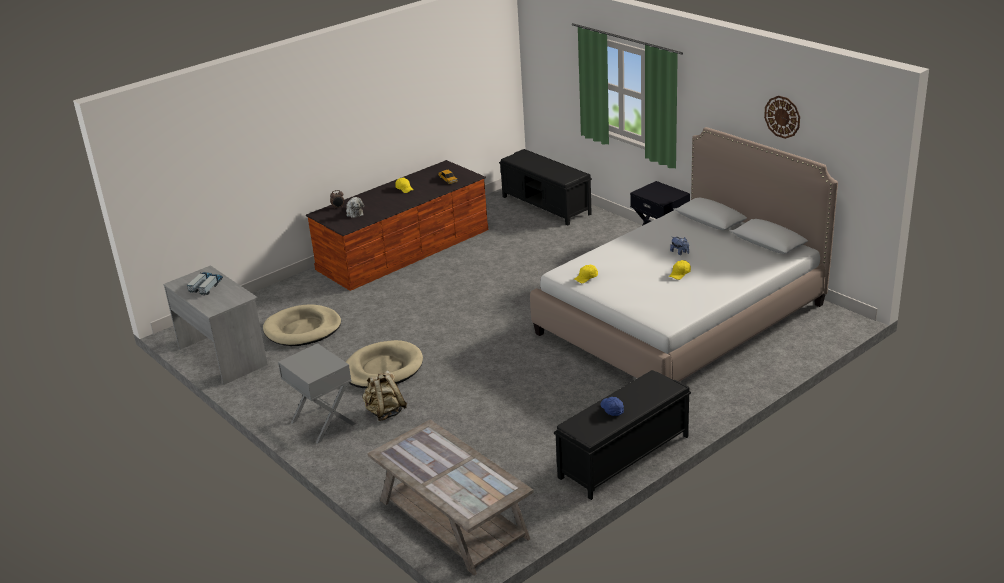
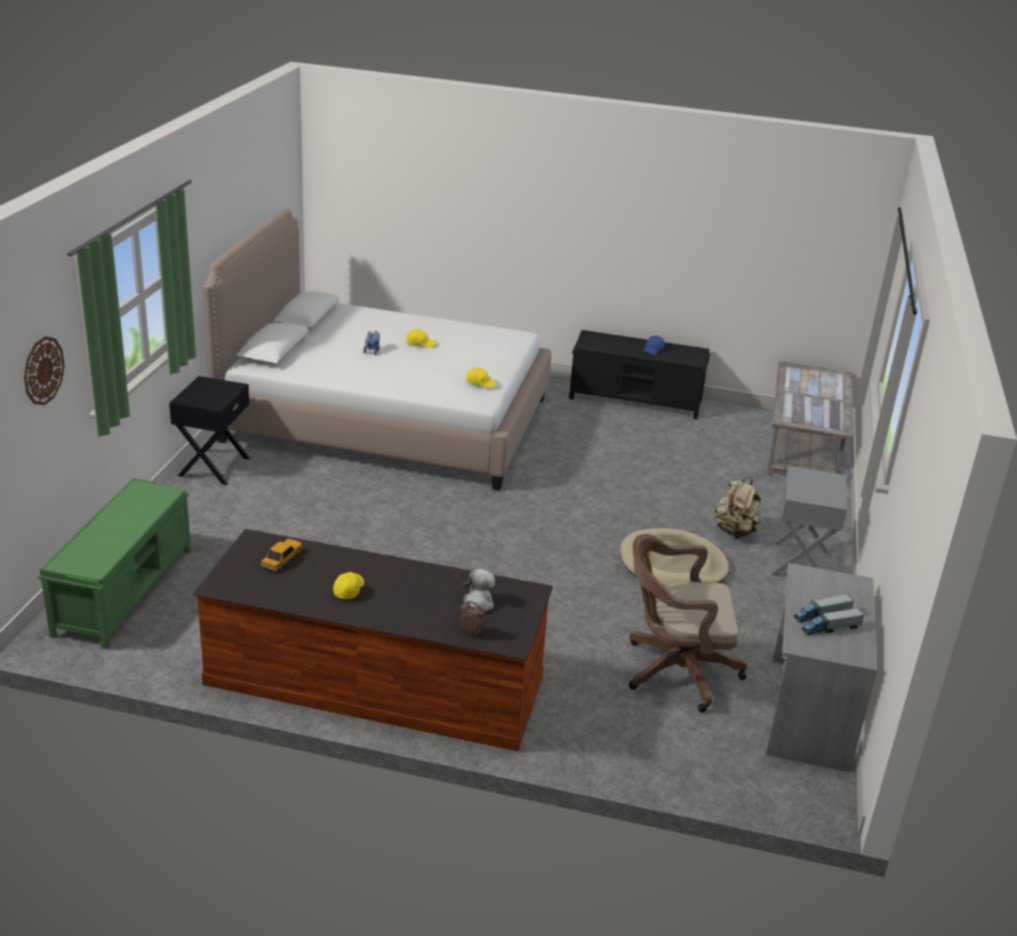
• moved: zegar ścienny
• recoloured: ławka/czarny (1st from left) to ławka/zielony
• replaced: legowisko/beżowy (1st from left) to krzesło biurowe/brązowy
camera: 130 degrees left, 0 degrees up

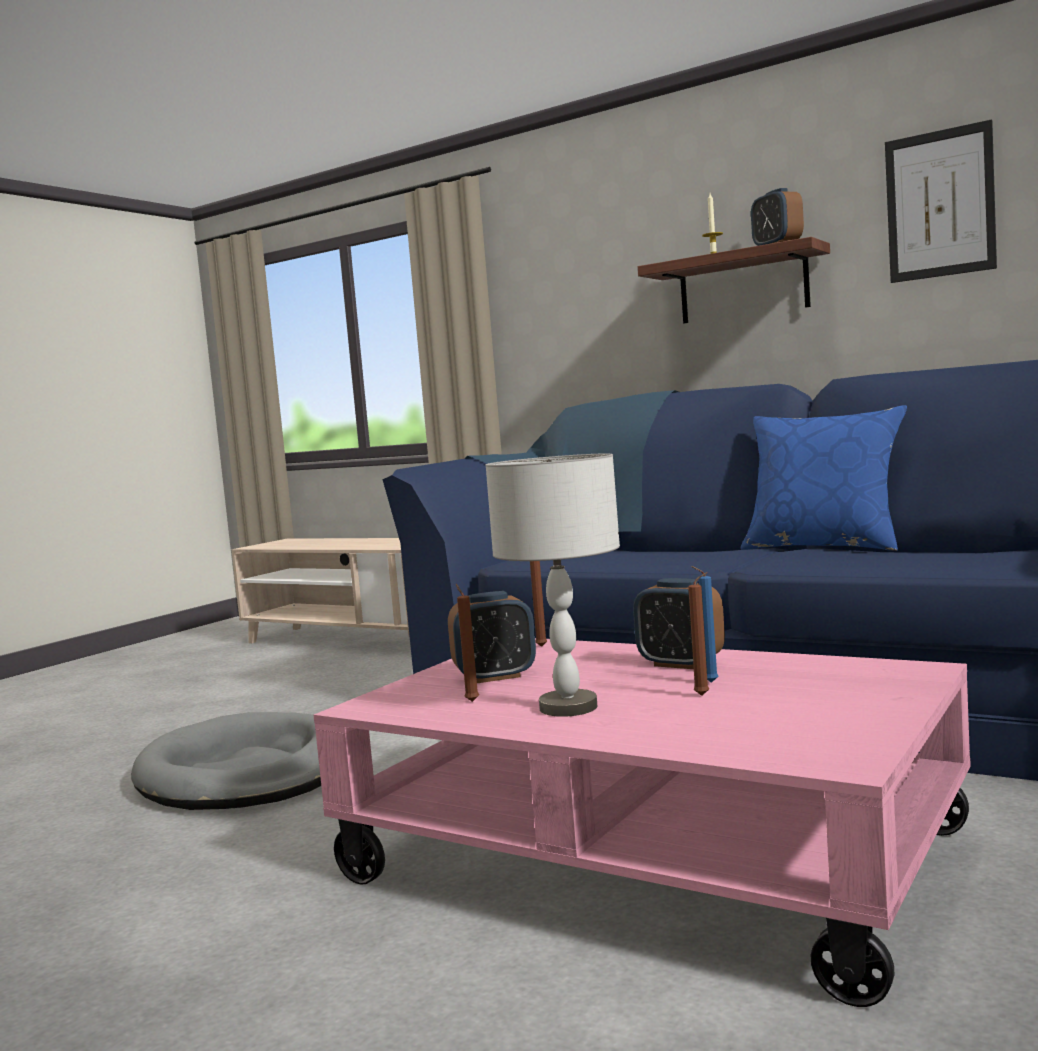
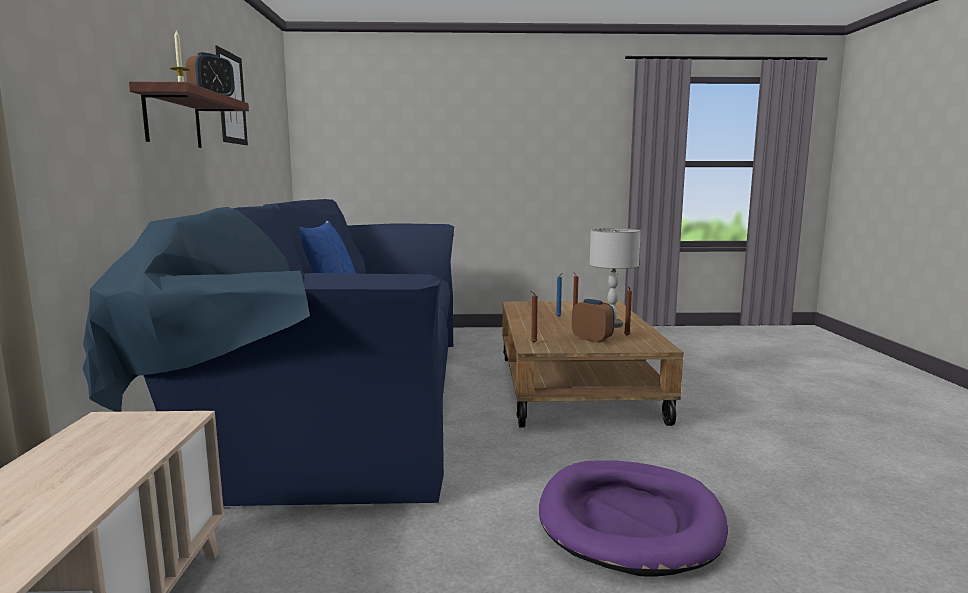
• recoloured: ława/różowy to ława/brązowy
• recoloured: legowisko/szary to legowisko/fioletowy
• removed: budzik (2nd from left)
camera: 125 degrees left, 5 degrees up

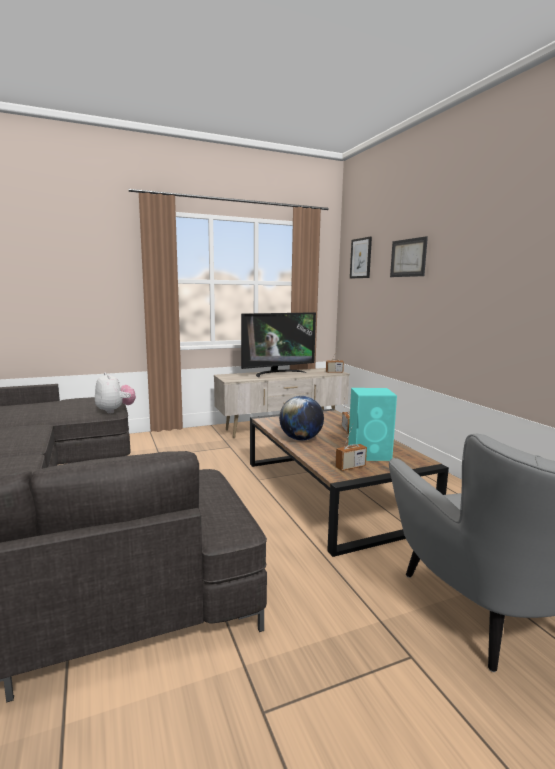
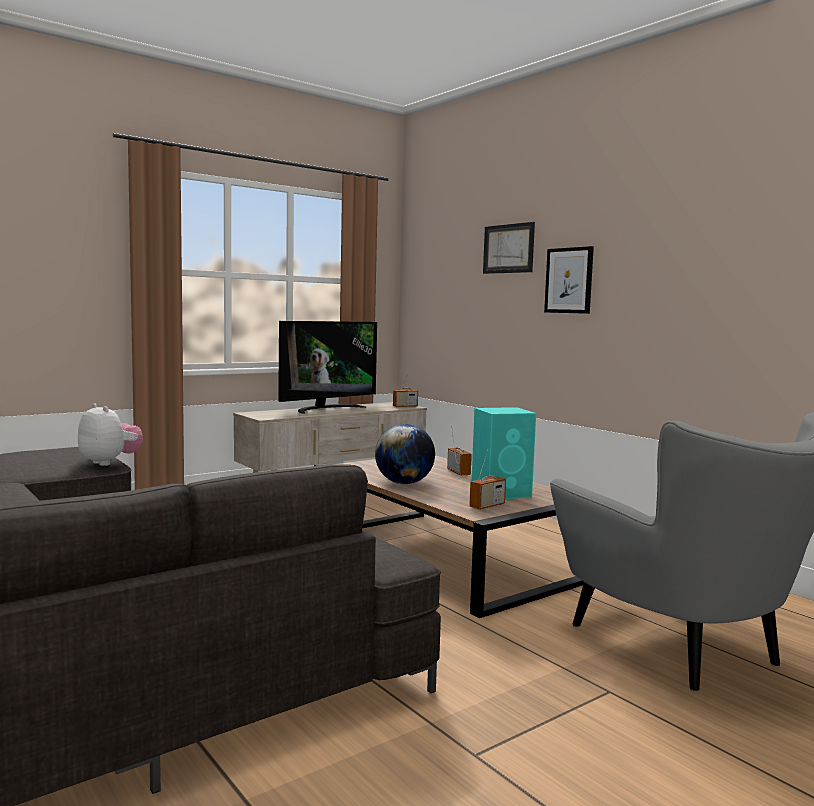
• moved: obraz (1st from left in the first image) to obraz (2nd from left)
camera: 15 degrees left, 5 degrees down

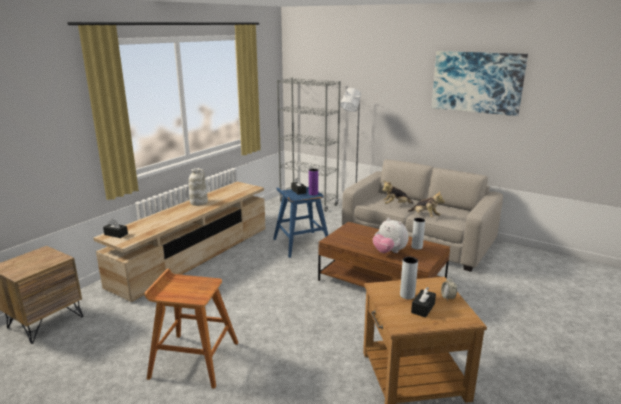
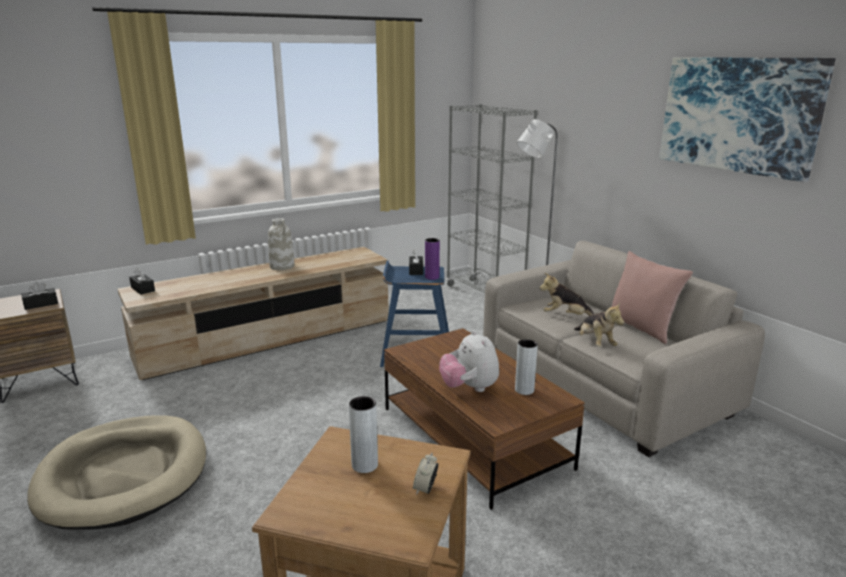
• moved: pudełko chusteczek/czarny (3rd from left in the first image) to pudełko chusteczek/czarny (1st from left)
• replaced: stołek/brązowy to legowisko/beżowy
• added: poduszka/różowy
camera: 25 degrees right, 0 degrees up

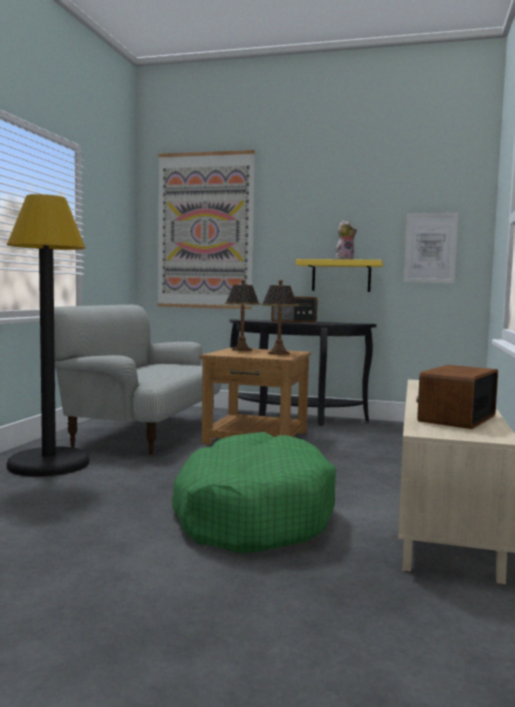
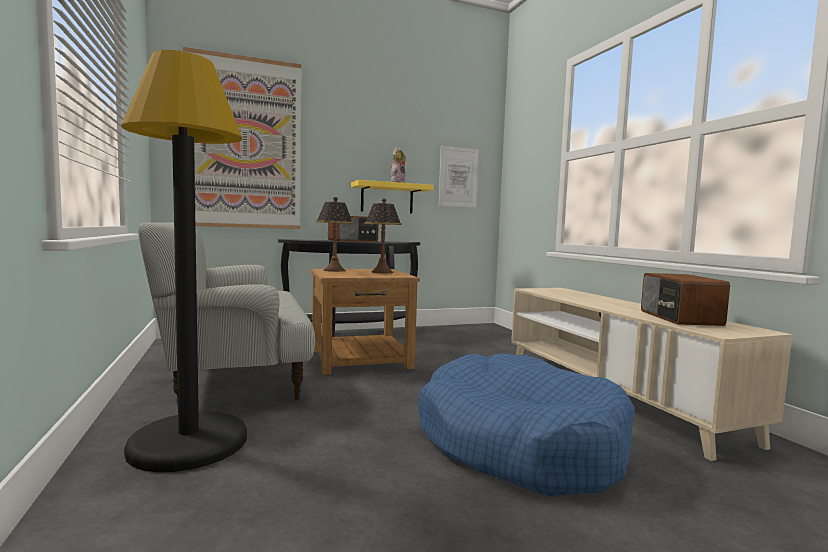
• recoloured: legowisko/zielony to legowisko/niebieski
camera: 35 degrees left, 0 degrees up

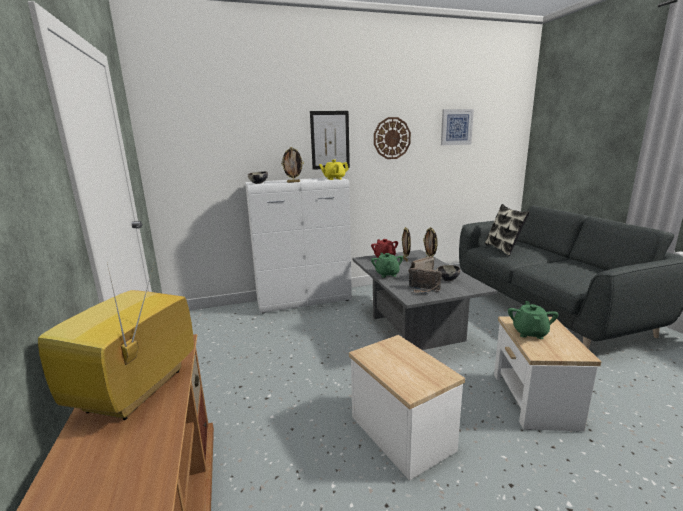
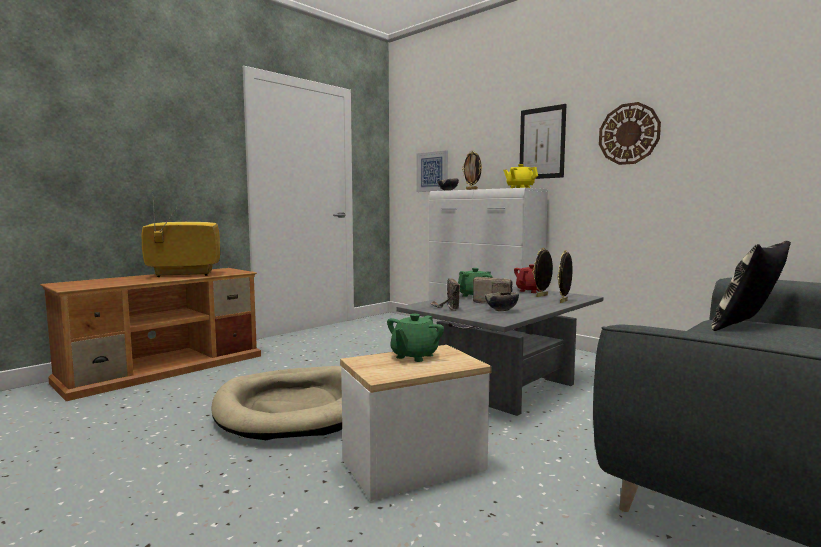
• replaced: stolik (1st from left) to legowisko/beżowy
• turned: imbryk/zielony (2nd from left in the first image) 135 degrees clockwise
• moved: obraz (2nd from left in the first image) to obraz (1st from left)
camera: 60 degrees right, 10 degrees down

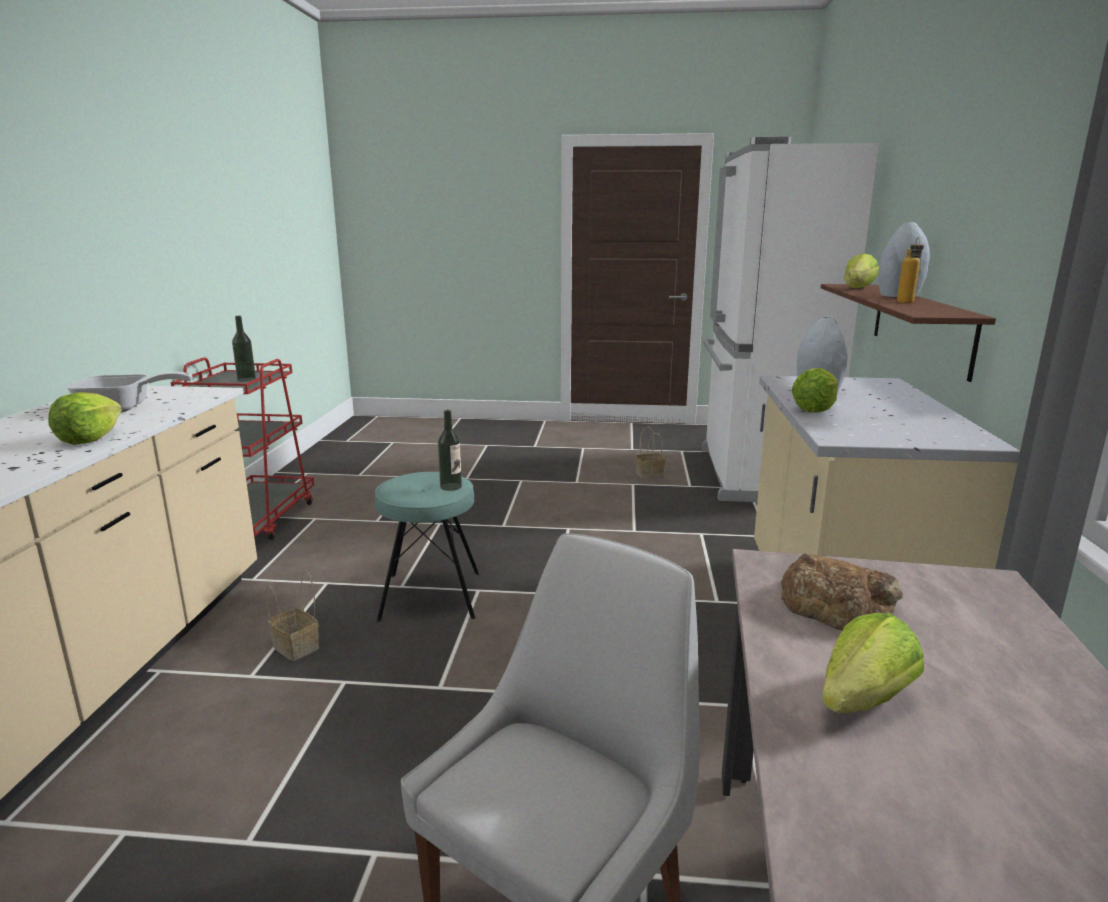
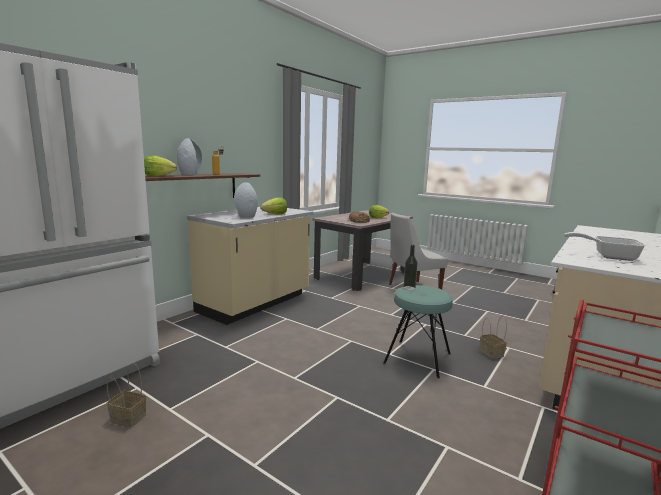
• removed: sałata (1st from left)
• removed: butelka (1st from left)
camera: 150 degrees left, 5 degrees down

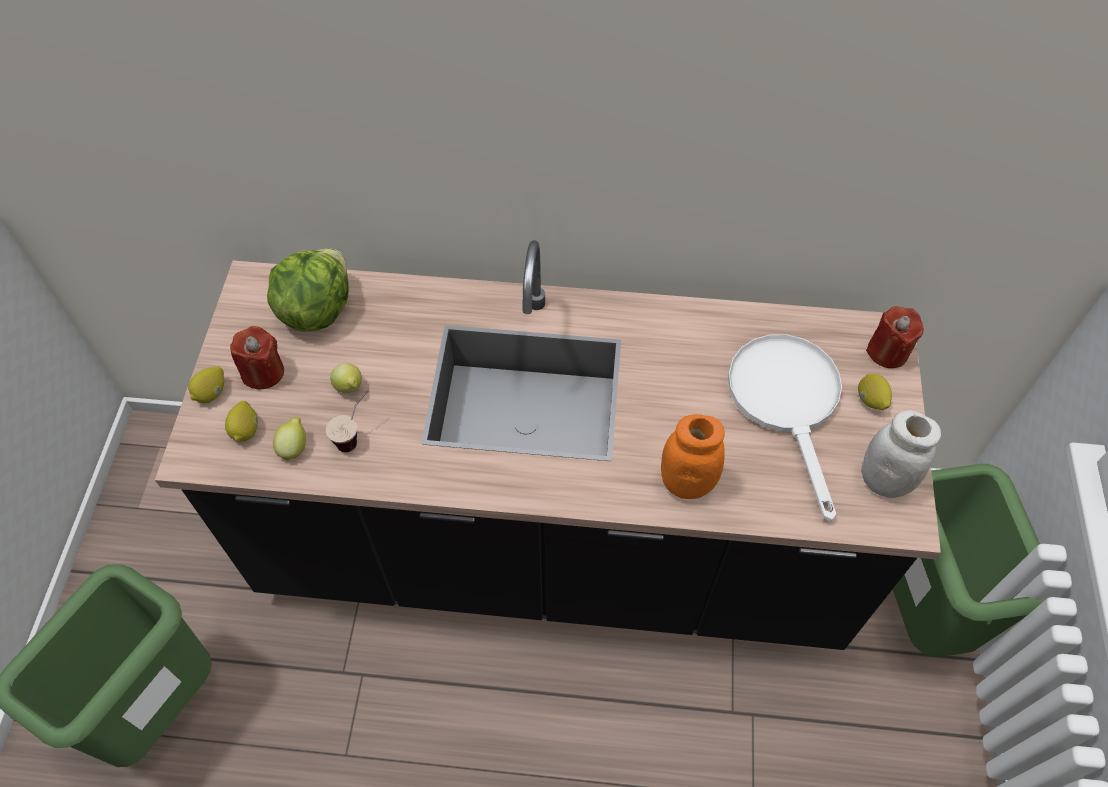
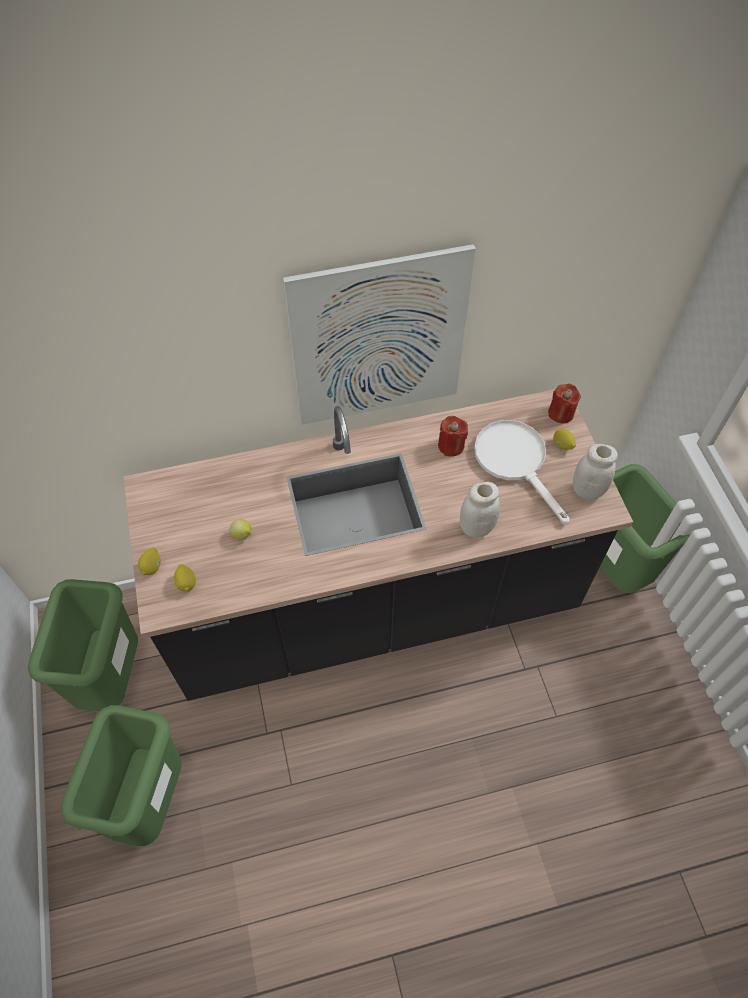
• added: kosz na śmieci/zielony (1st from left)
• added: obraz
• moved: świeca/czerwony (1st from left)
• recoloured: słoik/pomarańczowy to słoik/biały (1st from left)
• removed: sałata
• removed: cytryna (3rd from left)
• removed: filiżanka
camera: 20 degrees left, 0 degrees up

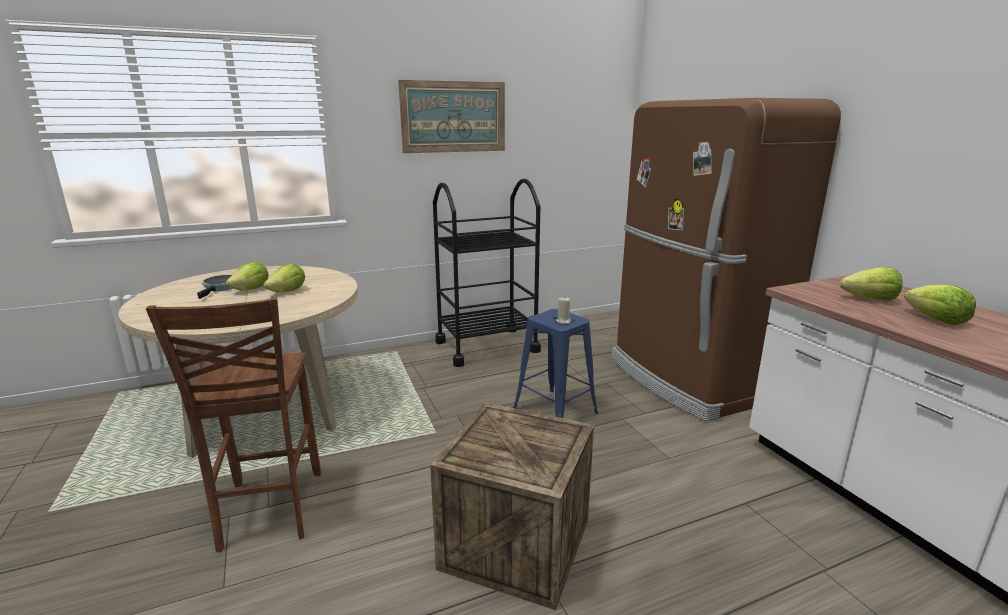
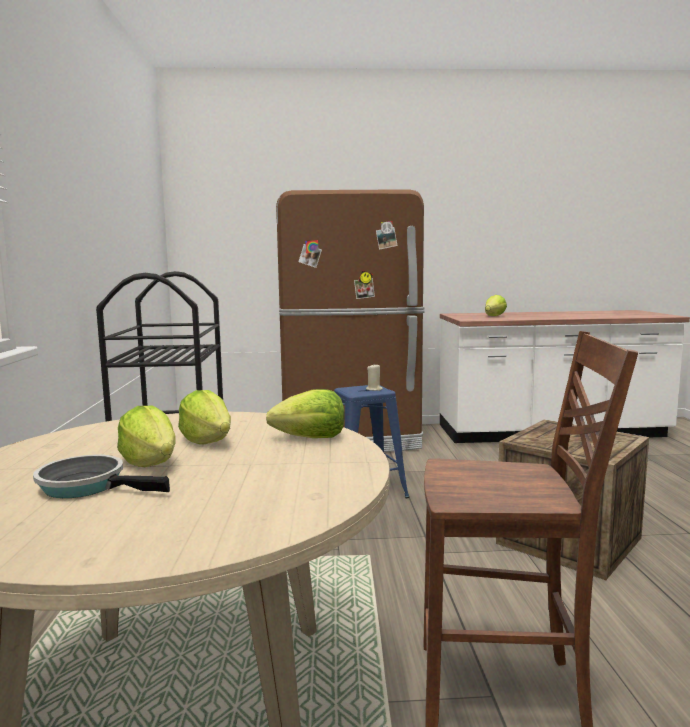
• moved: sałata (4th from left in the first image) to sałata (3rd from left)
• removed: obraz
camera: 70 degrees left, 10 degrees down

